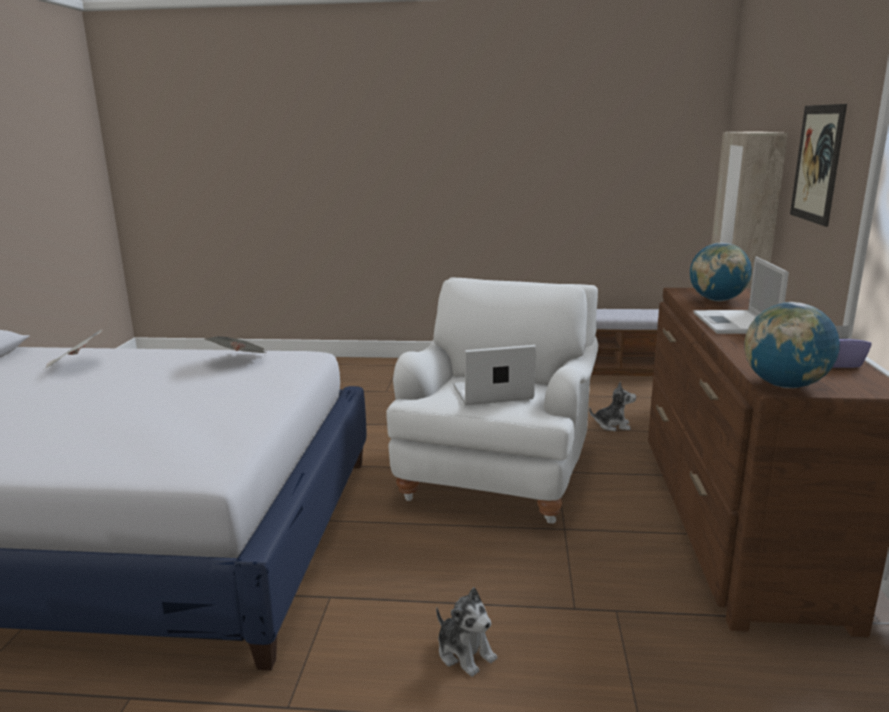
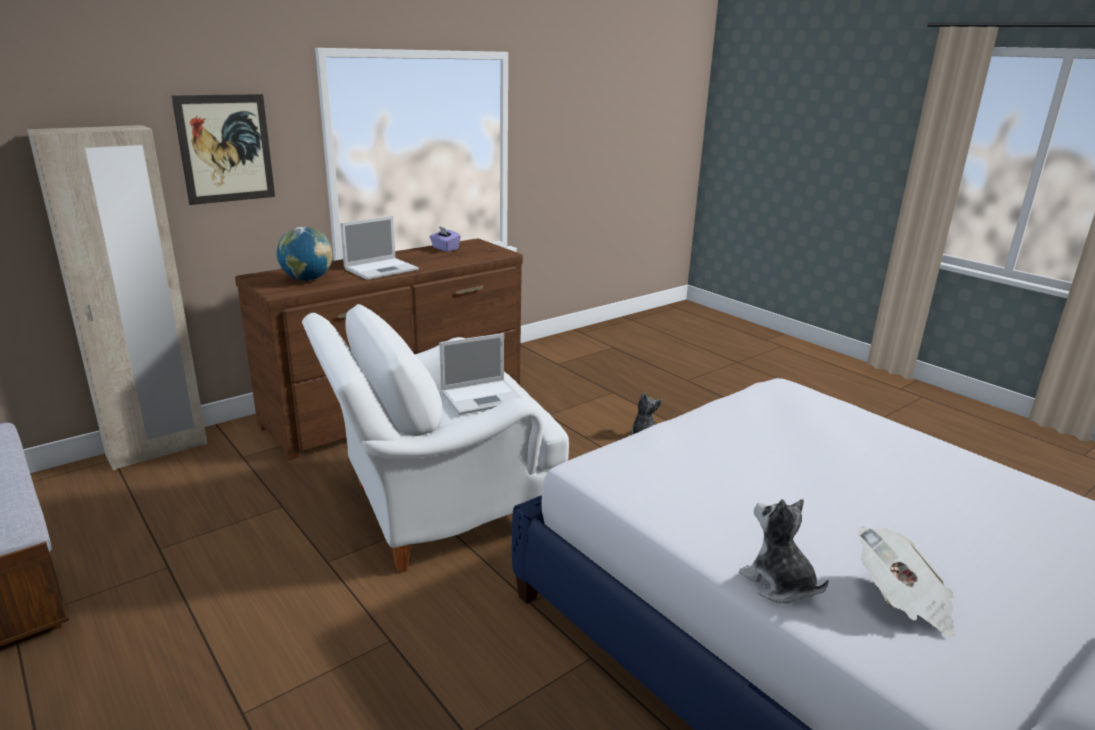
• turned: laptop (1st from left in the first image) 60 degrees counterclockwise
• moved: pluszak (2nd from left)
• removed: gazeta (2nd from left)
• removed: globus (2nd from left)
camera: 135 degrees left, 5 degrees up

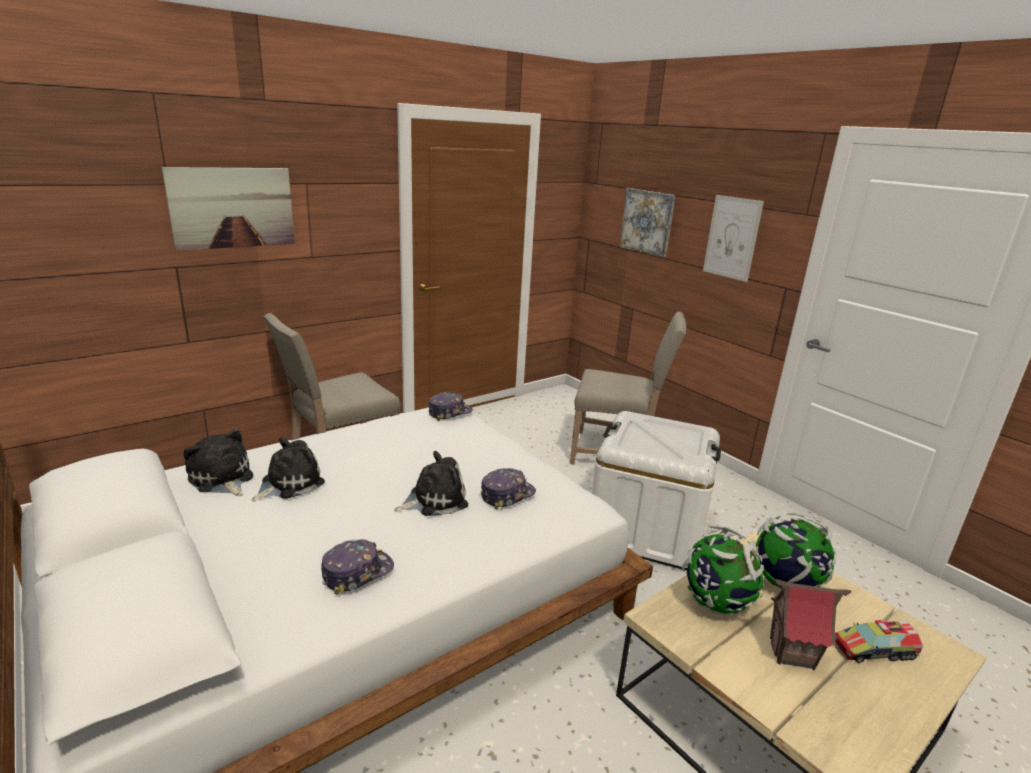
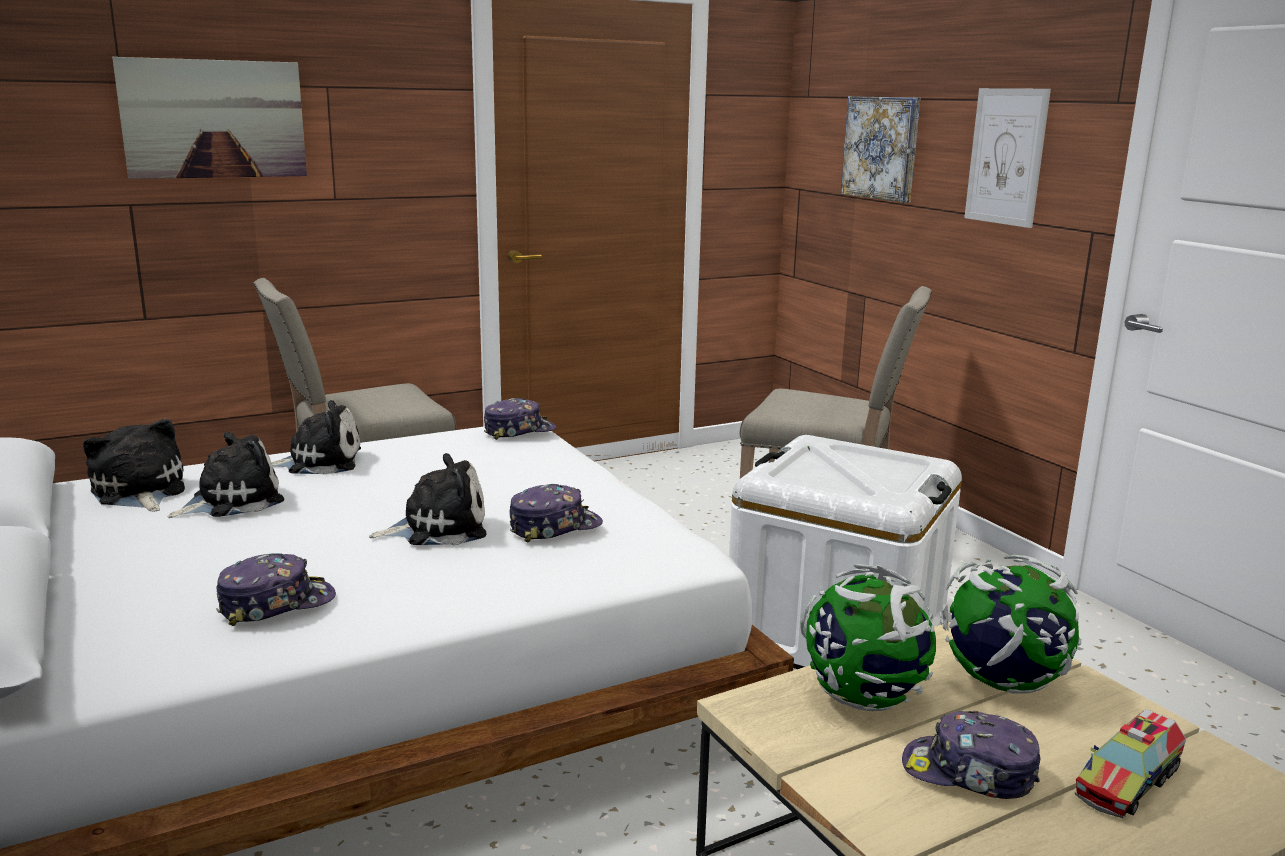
• added: pluszak (3rd from left)
• replaced: domek to czapka z daszkiem (4th from left)
• turned: ciężarówka zabawkowa 45 degrees counterclockwise
camera: 10 degrees right, 5 degrees down

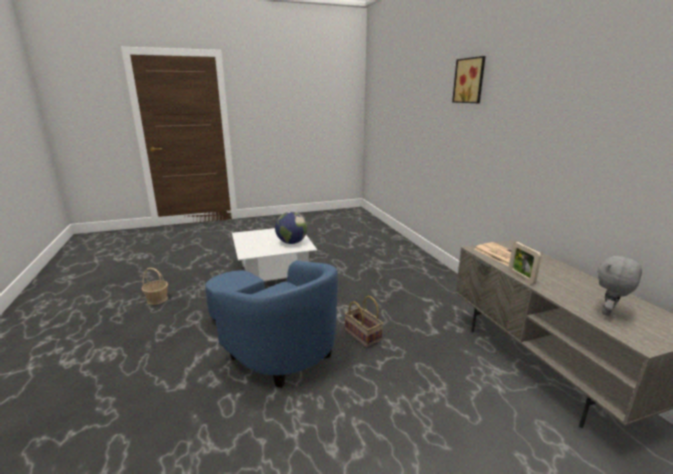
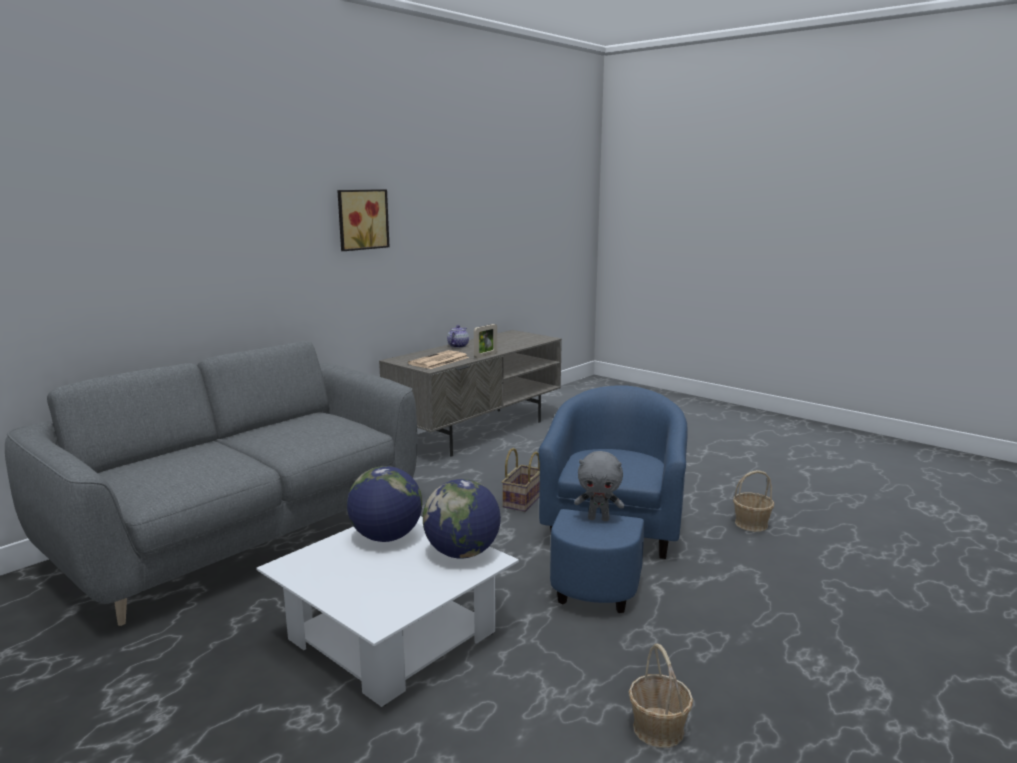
• added: kanapa/szary
• moved: obraz
• added: globus (2nd from left)
• added: imbryk
• moved: pluszak/szary
• added: koszyk (3rd from left)
camera: 120 degrees left, 5 degrees down

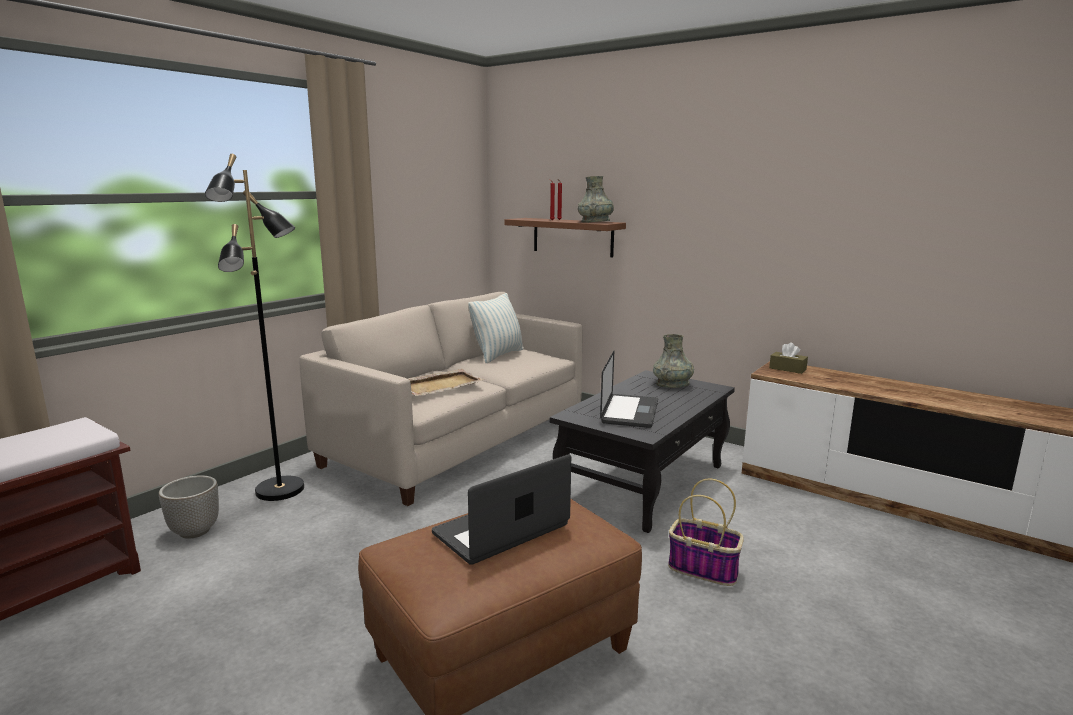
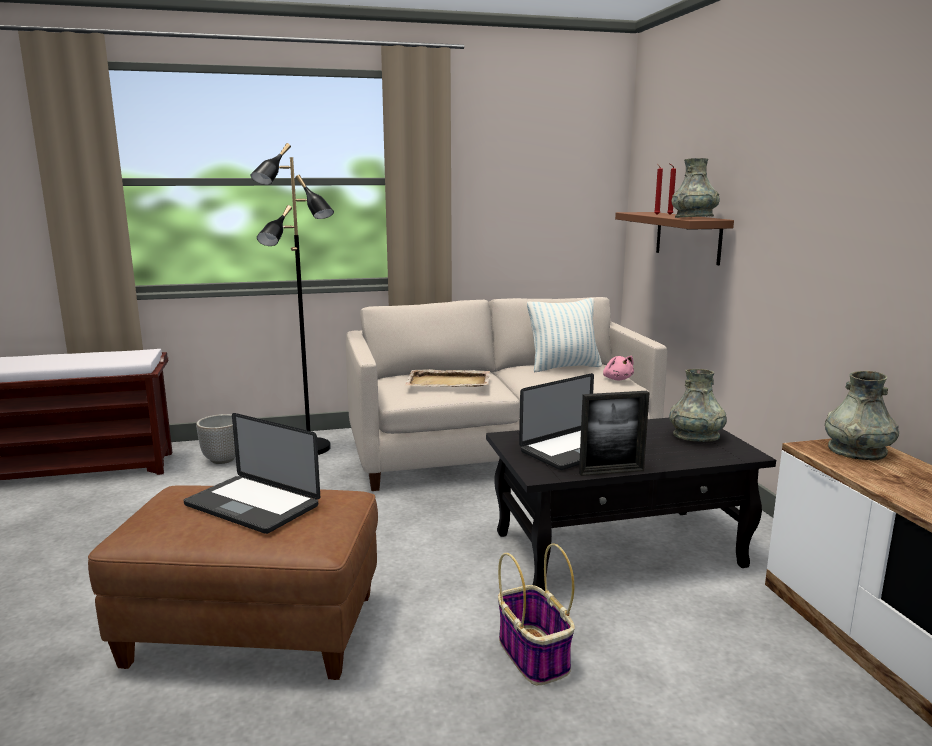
• turned: laptop (1st from left) 150 degrees counterclockwise
• added: ramka na zdjęcie
• added: pluszak/różowy
• replaced: pudełko chusteczek/brązowy to wazon/szary (3rd from left)
camera: 40 degrees right, 0 degrees up

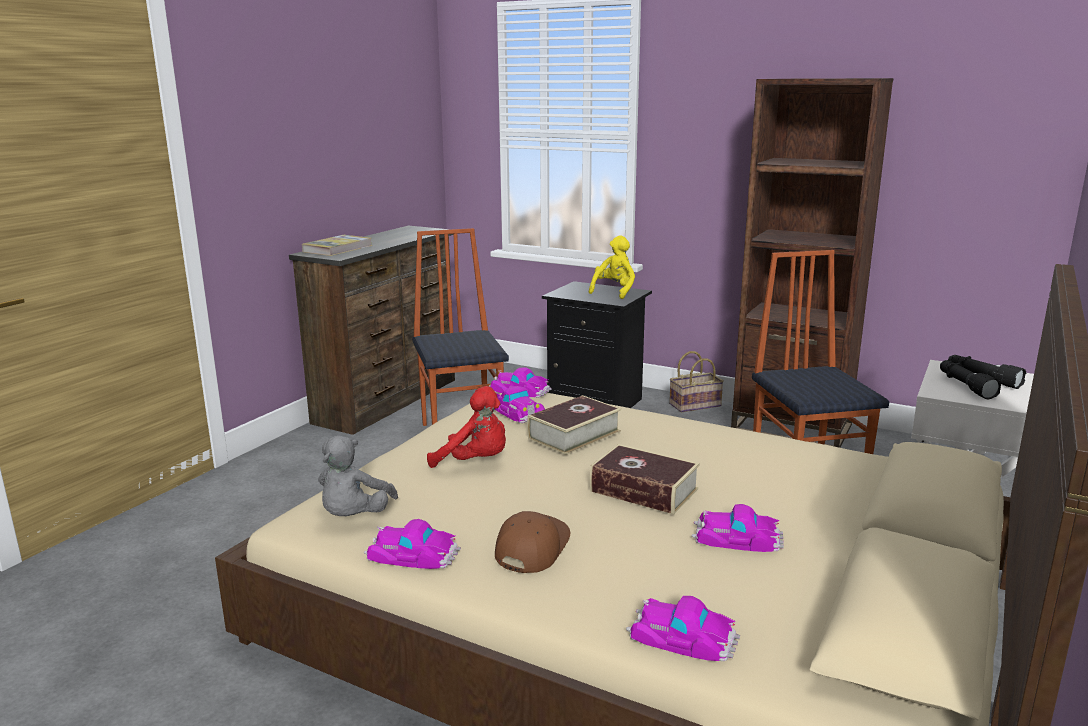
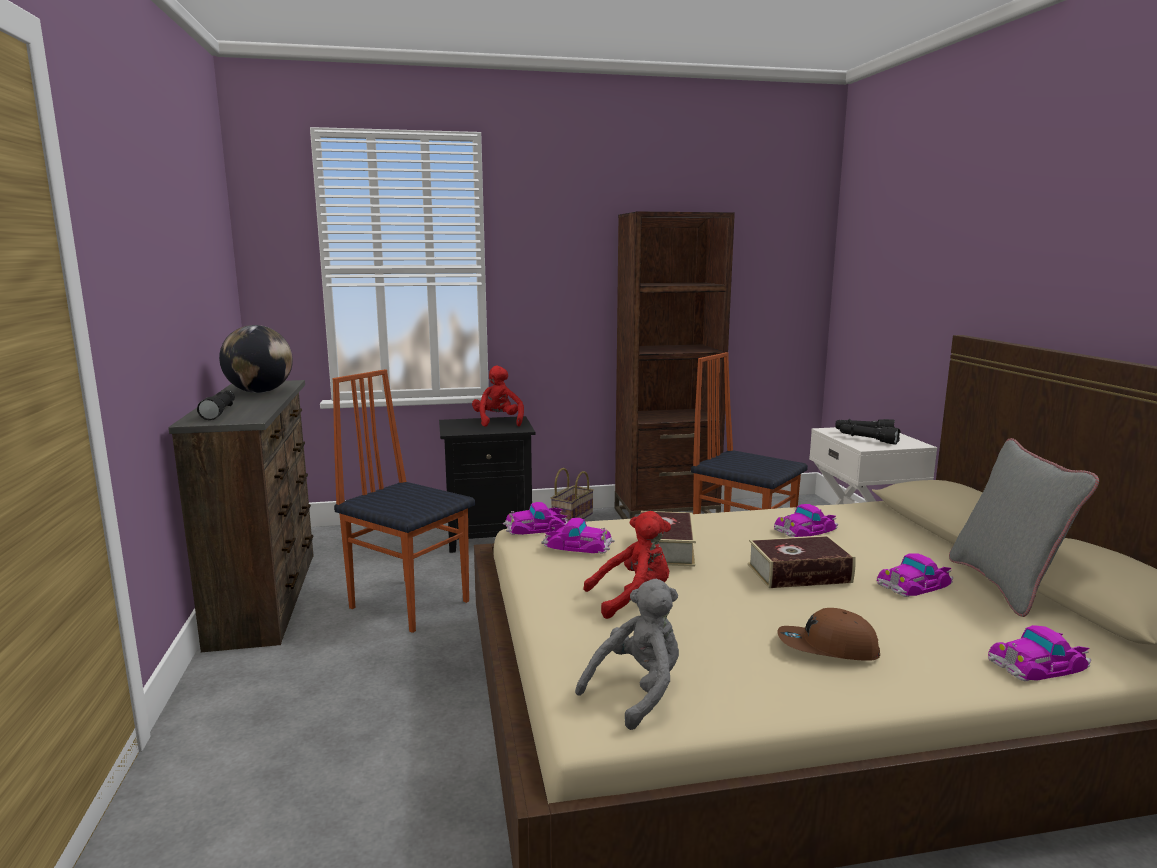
• replaced: książka (1st from left) to latarka/czarny (1st from left)
• added: globus
• recoloured: pluszak/żółty to pluszak/czerwony (1st from left)
• turned: pluszak/szary 105 degrees counterclockwise
• moved: samochodzik (1st from left in the first image) to samochodzik (3rd from left)
• turned: czapka z daszkiem/brązowy 60 degrees counterclockwise
• added: poduszka/szary
camera: 40 degrees left, 5 degrees down

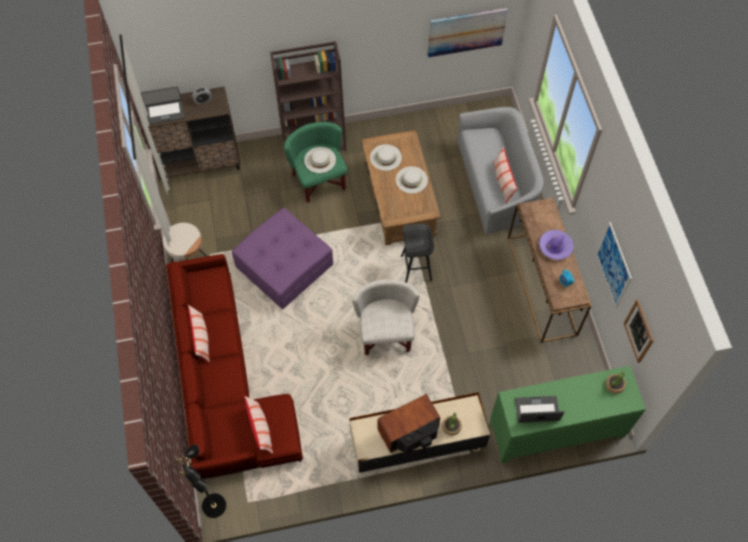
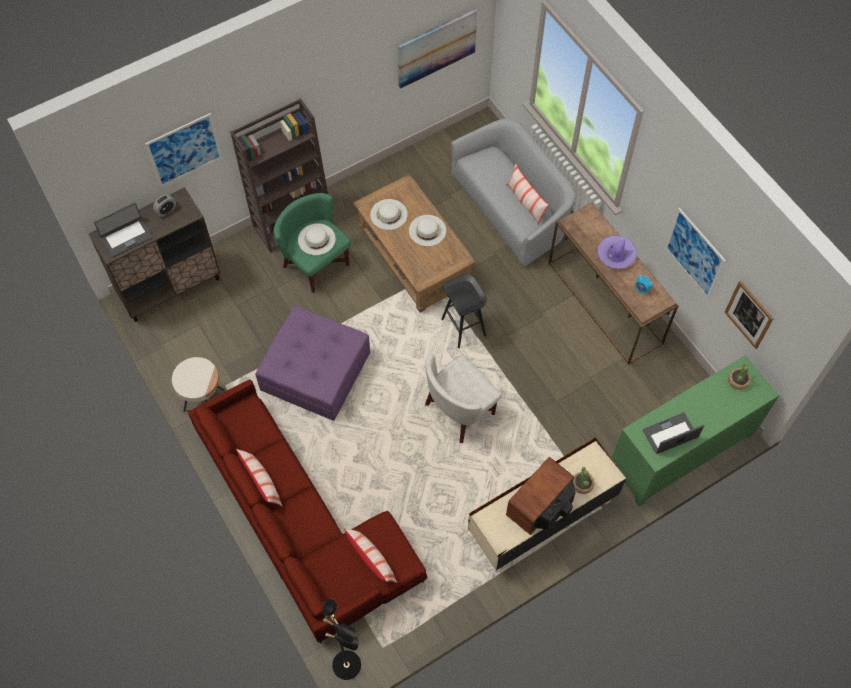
• added: obraz (1st from left)
• turned: fotel/biały 105 degrees counterclockwise
camera: 20 degrees left, 0 degrees up

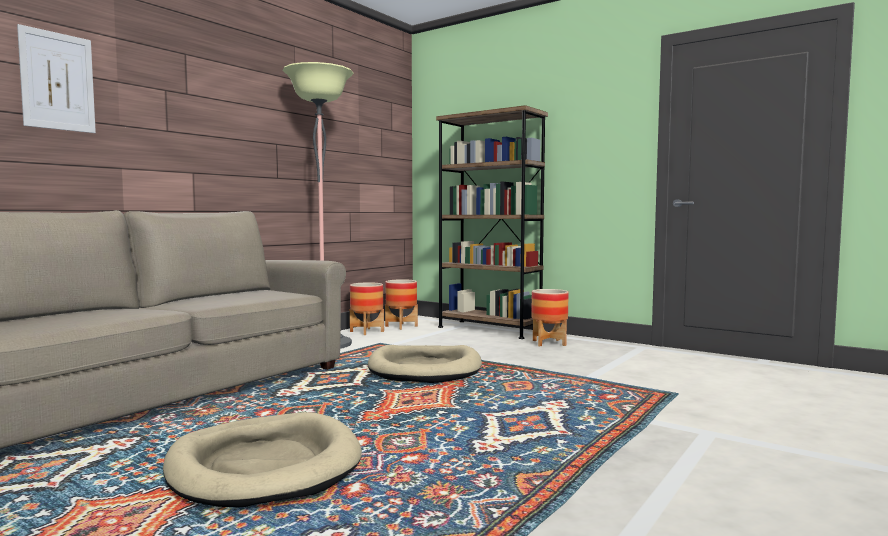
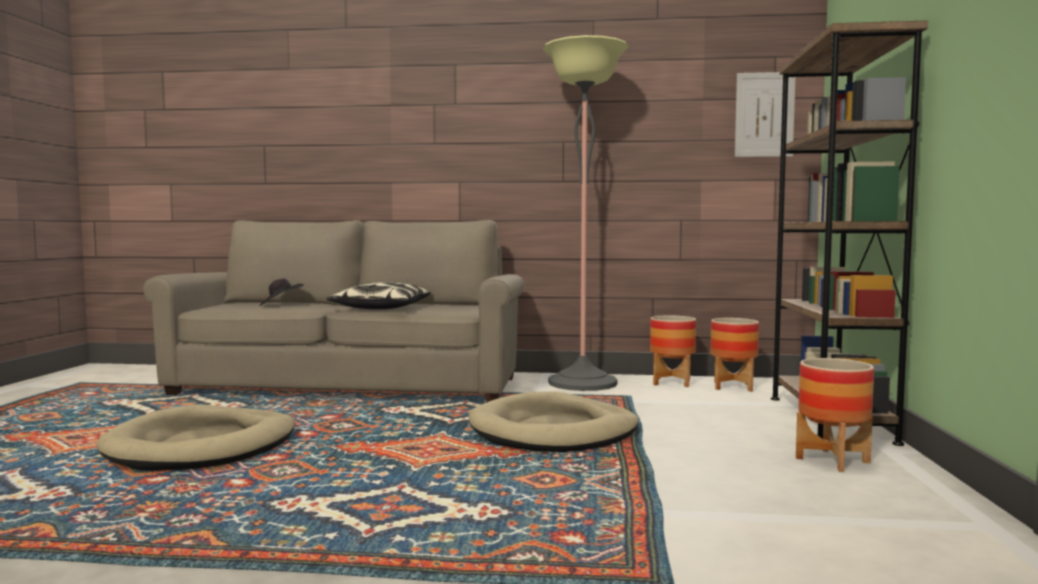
• added: kapelusz/czarny
• added: poduszka
• moved: obraz
camera: 60 degrees right, 0 degrees up

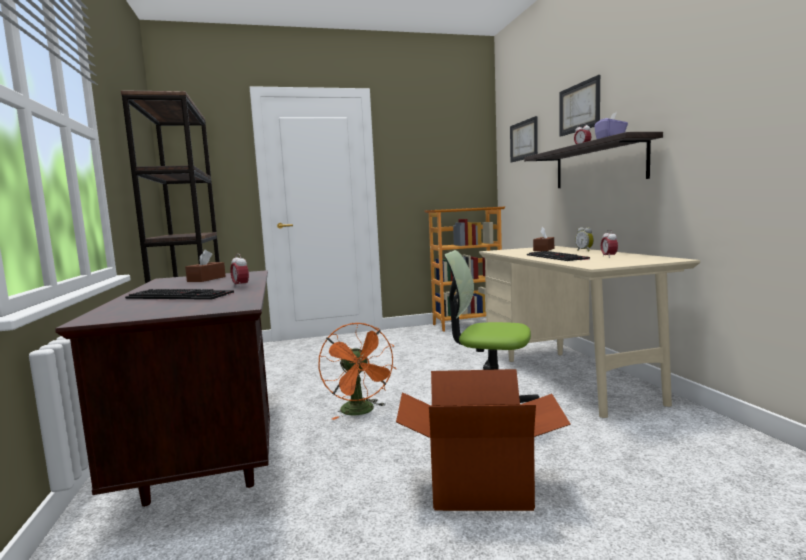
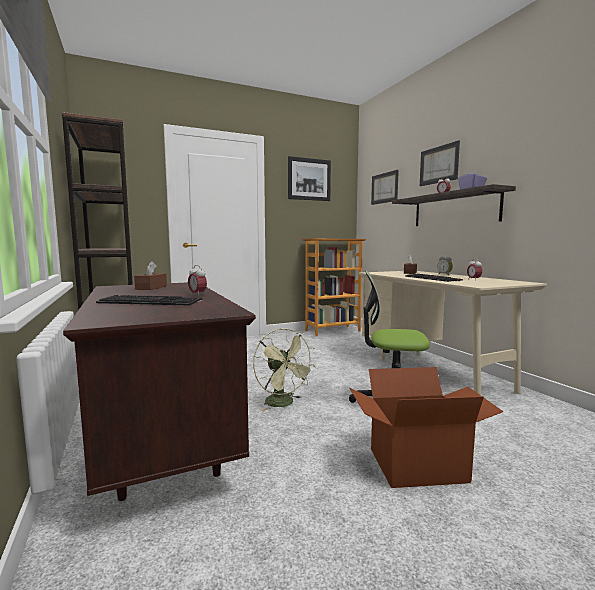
• recoloured: wentylator/pomarańczowy to wentylator/zielony
• added: obraz (1st from left)
camera: 10 degrees left, 0 degrees up

